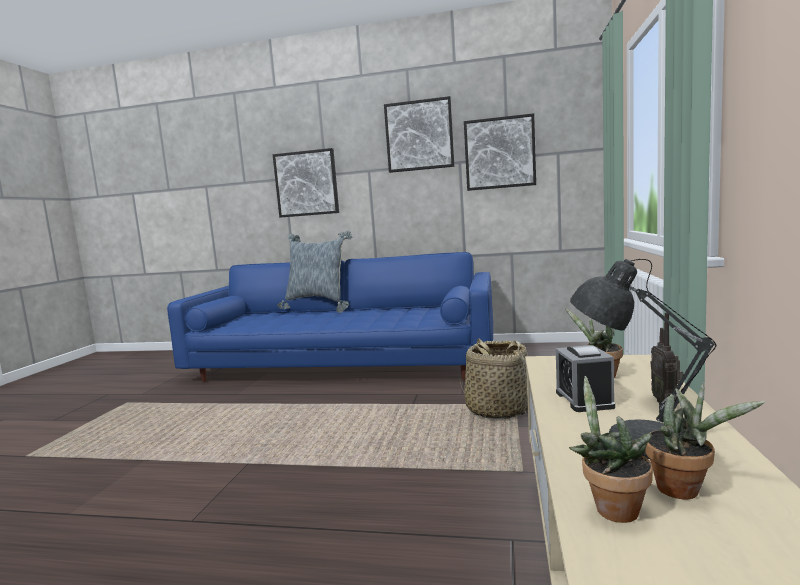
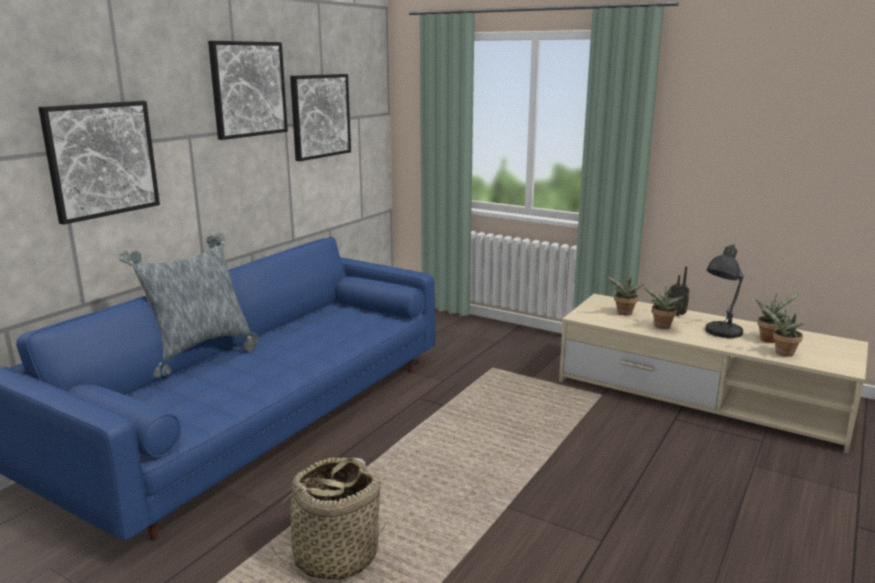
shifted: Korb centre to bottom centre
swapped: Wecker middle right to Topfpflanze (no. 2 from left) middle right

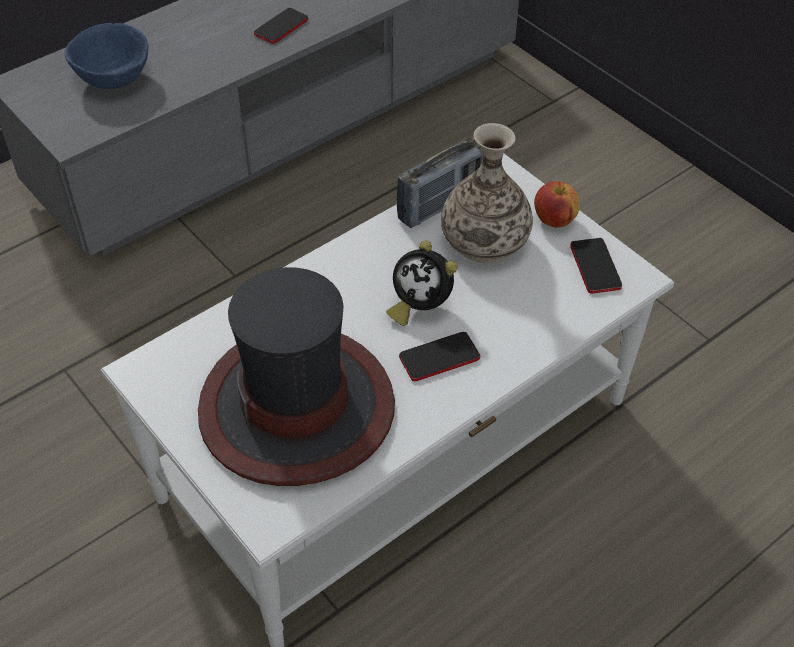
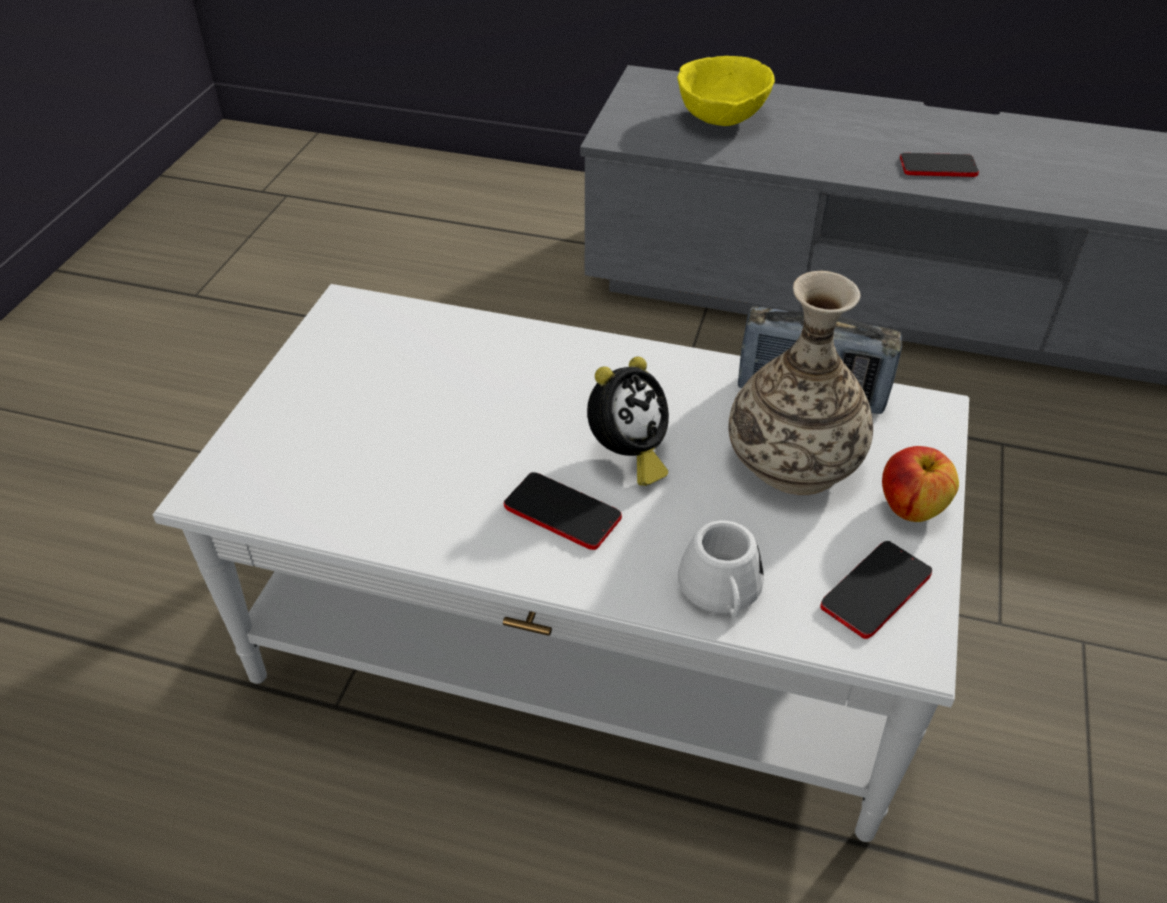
gone: Hut centre
new: Henkelbecher [weiß] centre
repainted: Schüssel [blau] top left to Schüssel [gelb] top centre
rotated: Wecker centre = centre 135 degrees counterclockwise

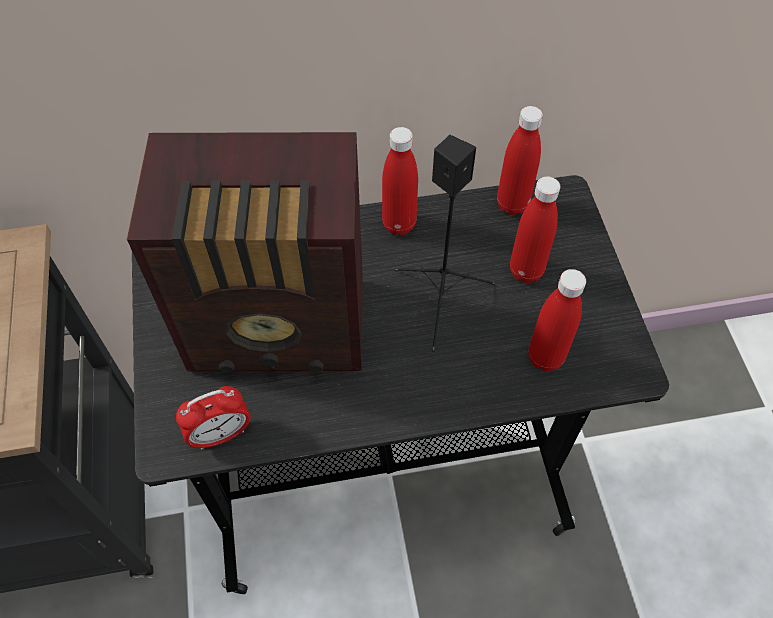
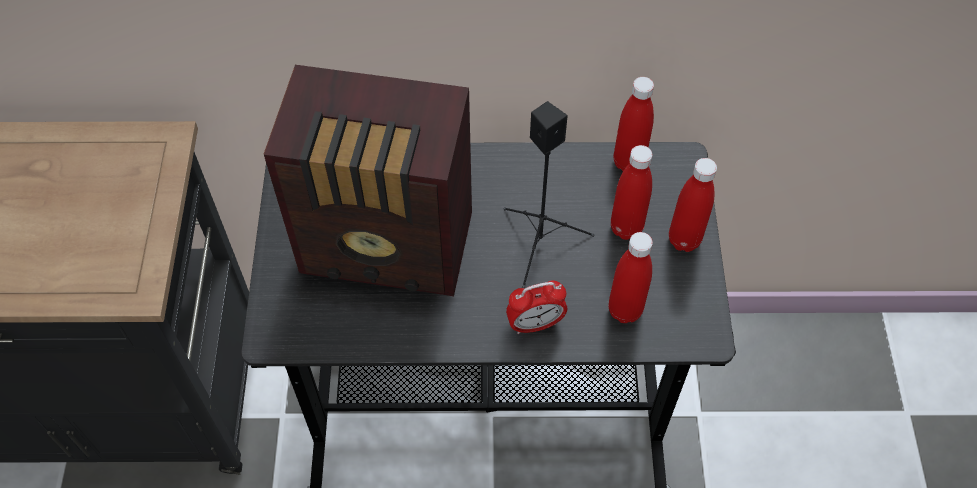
shifted: Wecker bottom left to centre; Flasche [rot] (no. 1 from left in the first image) top centre to Flasche [rot] (no. 4 from left) middle right

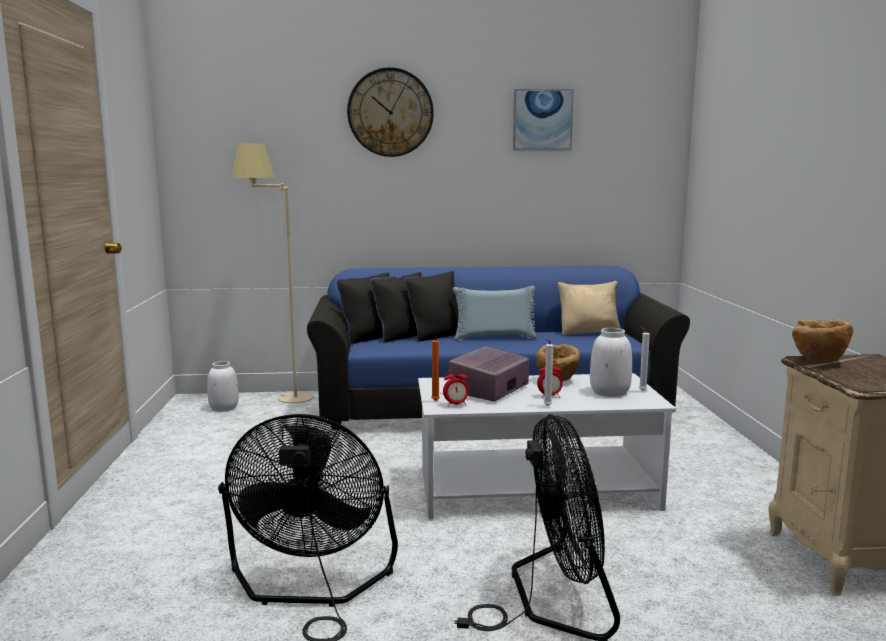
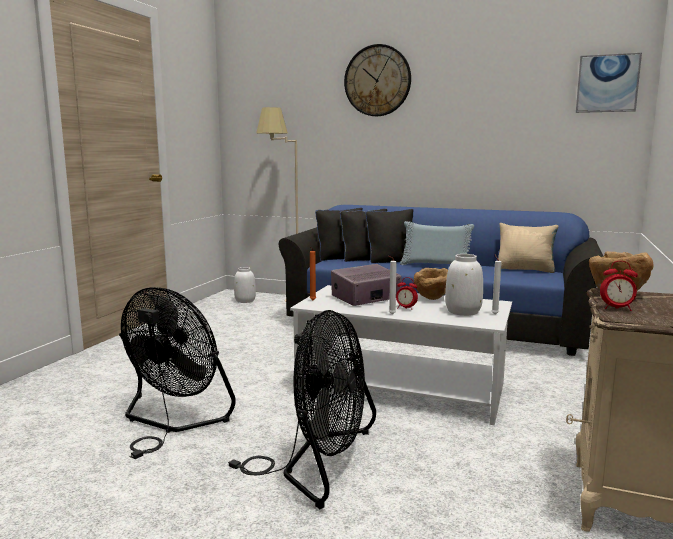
shifted: Bild top centre to top right; Wecker (no. 1 from left in the first image) centre to Wecker (no. 2 from left) middle right

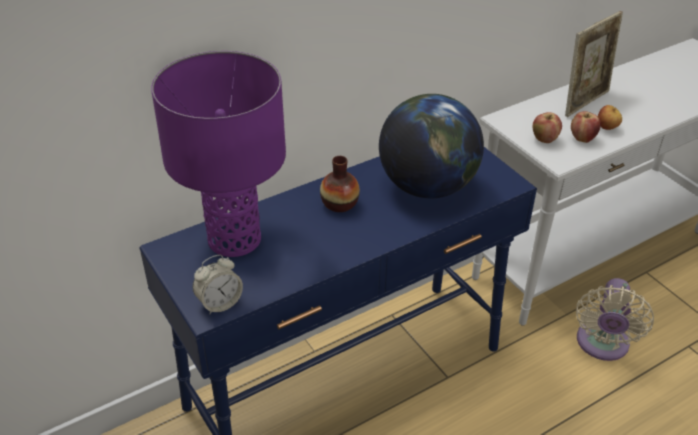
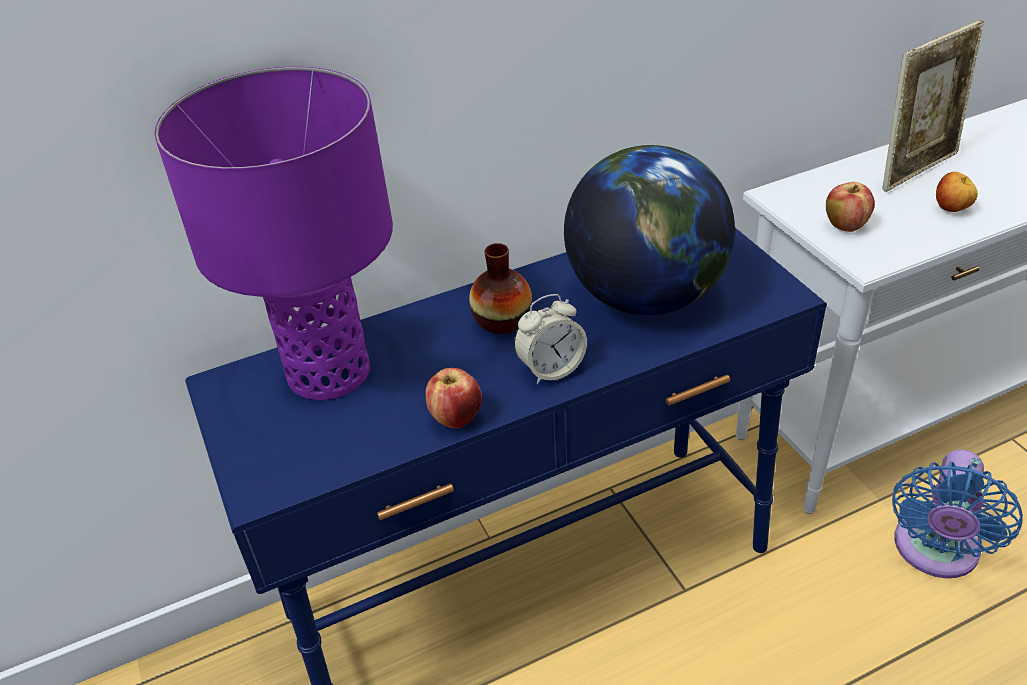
shifted: Apfel (no. 2 from left in the first image) top right to Apfel (no. 1 from left) centre; Wecker middle left to centre
repainted: Ventilator [beige] bottom right to Ventilator [blau] bottom right

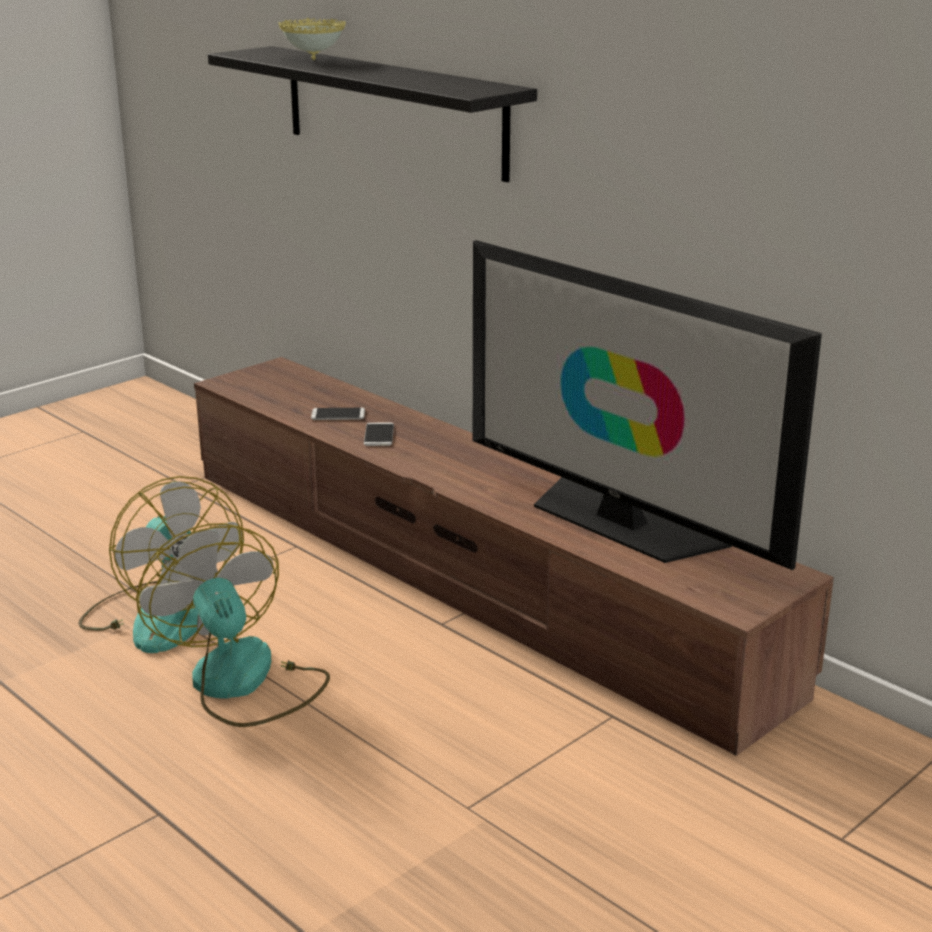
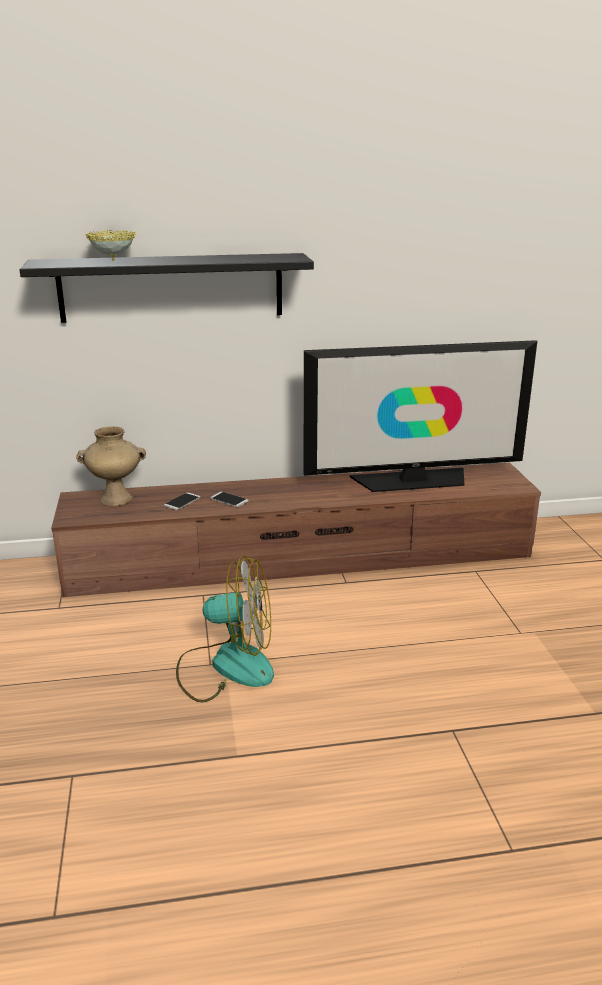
gone: Ventilator (no. 2 from left) bottom left
new: Vase [beige] middle left

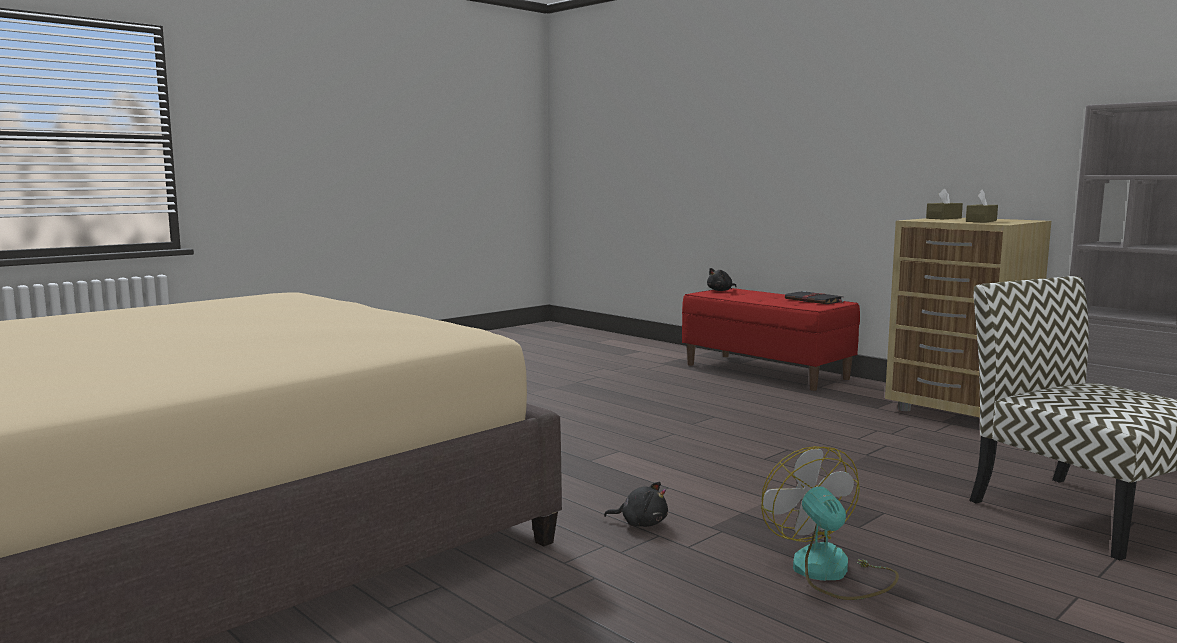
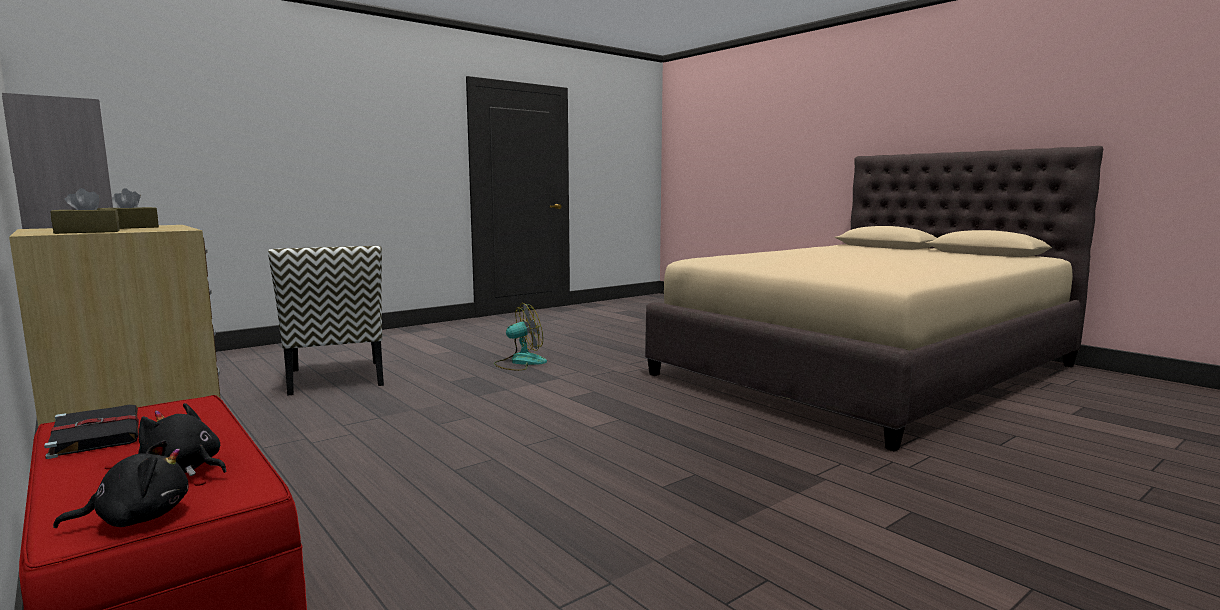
shifted: Plüschtier [schwarz] (no. 1 from left in the first image) bottom centre to Plüschtier [schwarz] (no. 2 from left) bottom left
rotated: Ventilator bottom right = centre 105 degrees counterclockwise

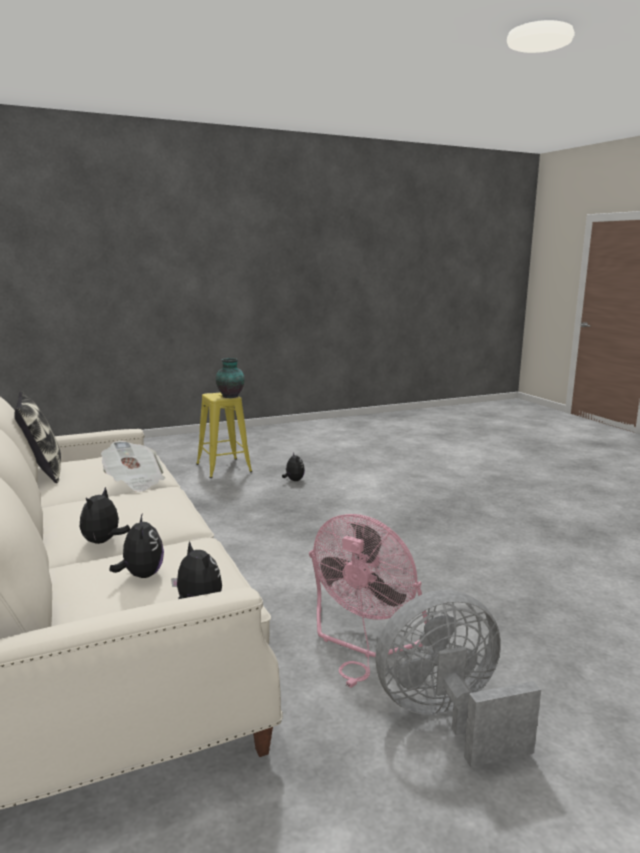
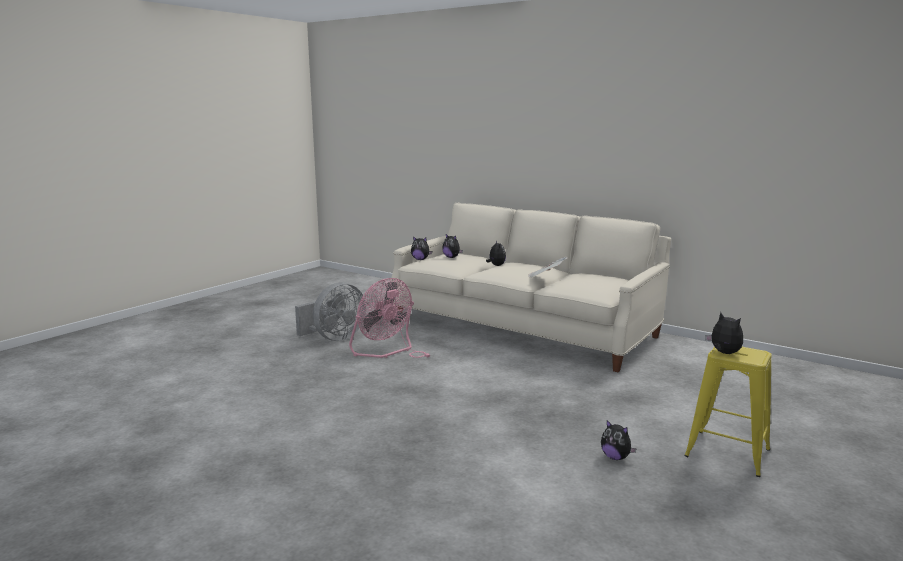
gone: Kissen middle left
swapped: Vase centre to Plüschtier (no. 5 from left) middle right
rotated: Ventilator [rosa] bottom centre = centre 135 degrees clockwise

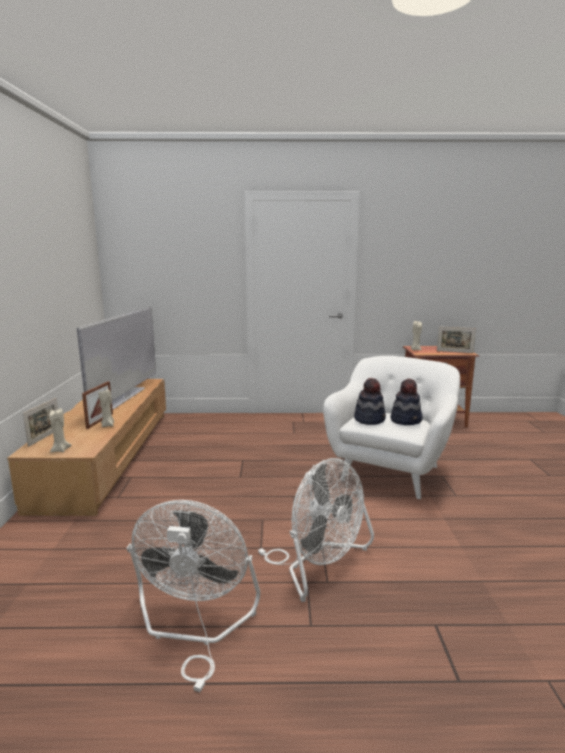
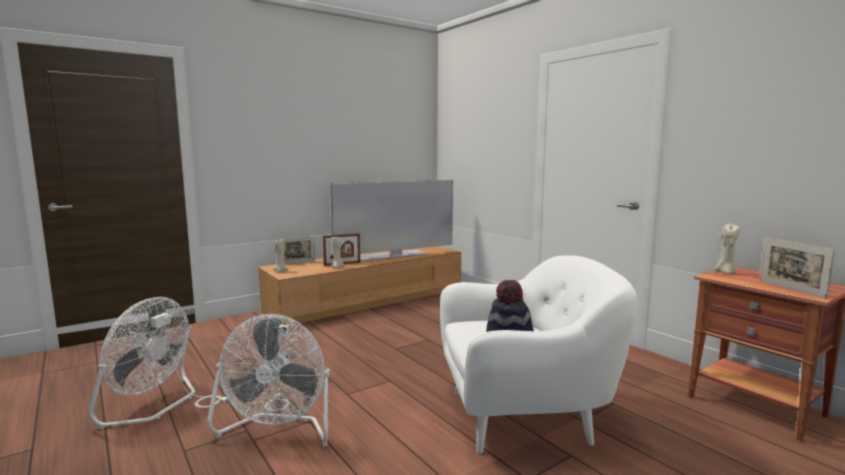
gone: Hut (no. 1 from left) centre
rotated: Ventilator [weiß] (no. 1 from left) bottom centre = bottom left 135 degrees counterclockwise

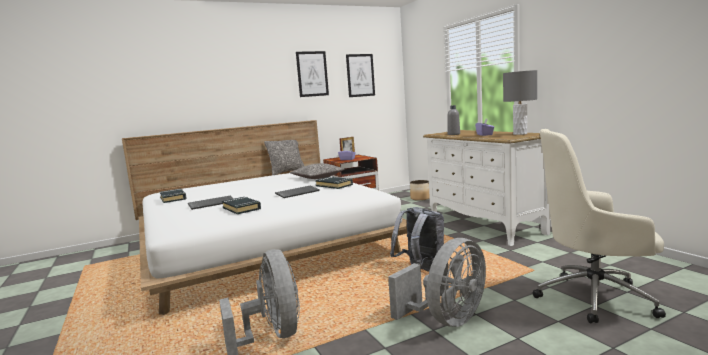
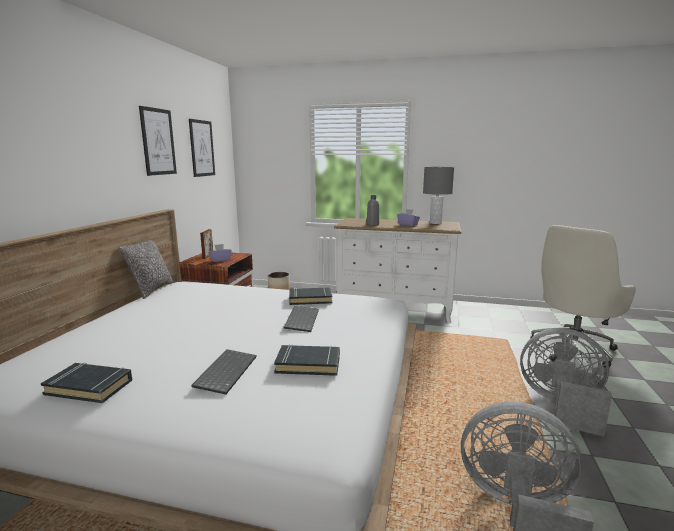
gone: Kissen (no. 2 from left) centre; Rucksack [grau] bottom centre
rotated: Ventilator [grau] (no. 2 from left) bottom centre = bottom right 60 degrees counterclockwise

